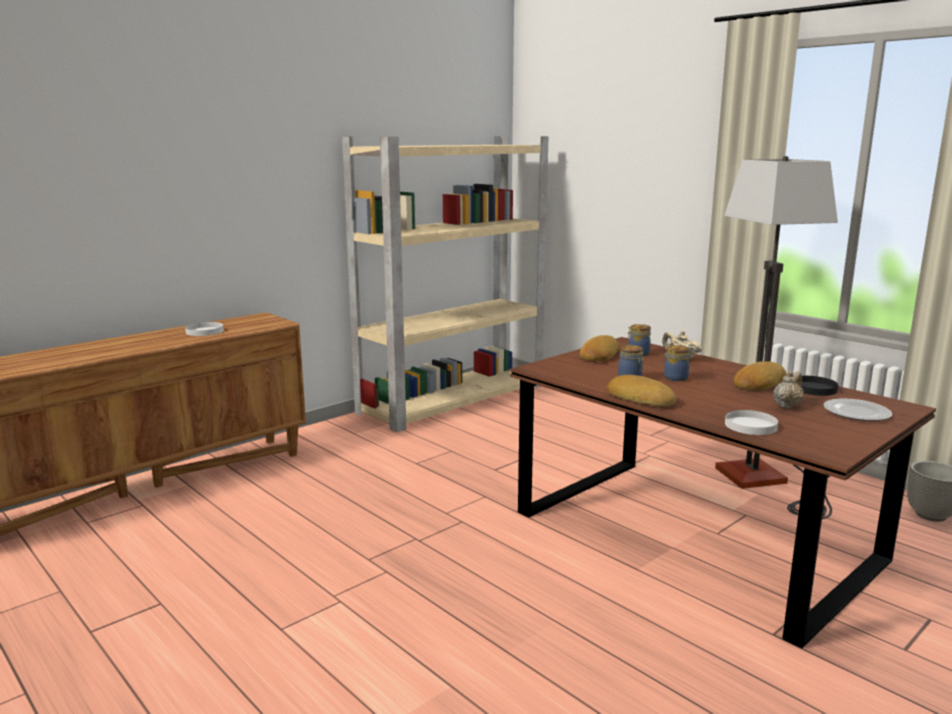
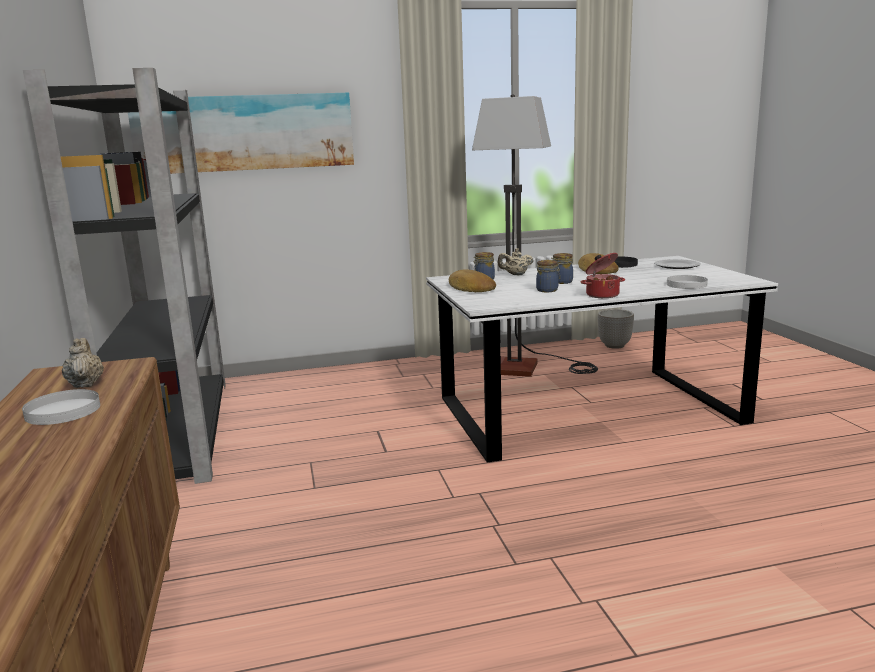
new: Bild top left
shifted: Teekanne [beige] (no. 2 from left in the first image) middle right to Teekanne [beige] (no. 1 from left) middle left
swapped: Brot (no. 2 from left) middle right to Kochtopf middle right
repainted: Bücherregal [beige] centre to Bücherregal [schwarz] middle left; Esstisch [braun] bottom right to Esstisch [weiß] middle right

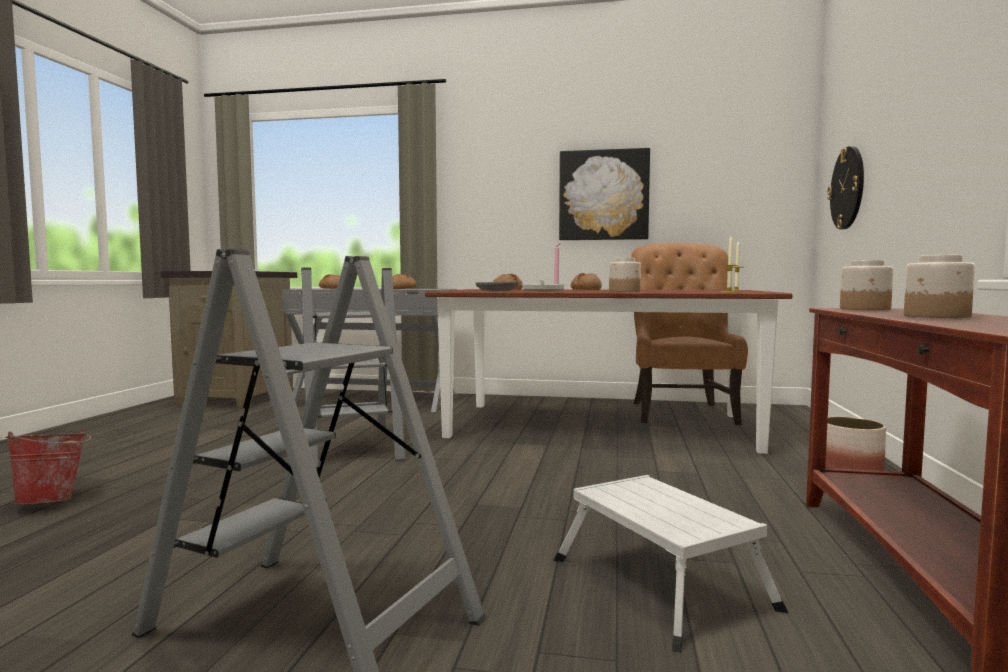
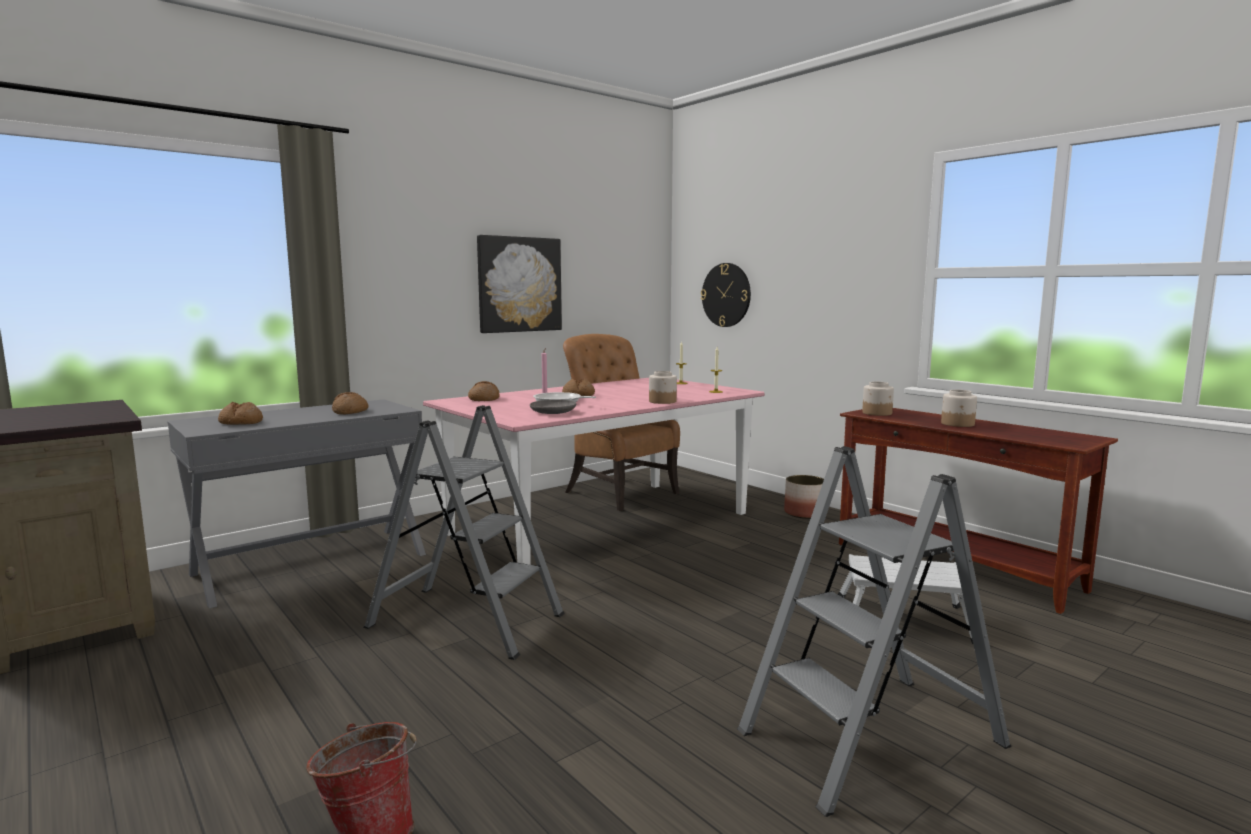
repainted: Esstisch [braun] centre to Esstisch [rosa] centre

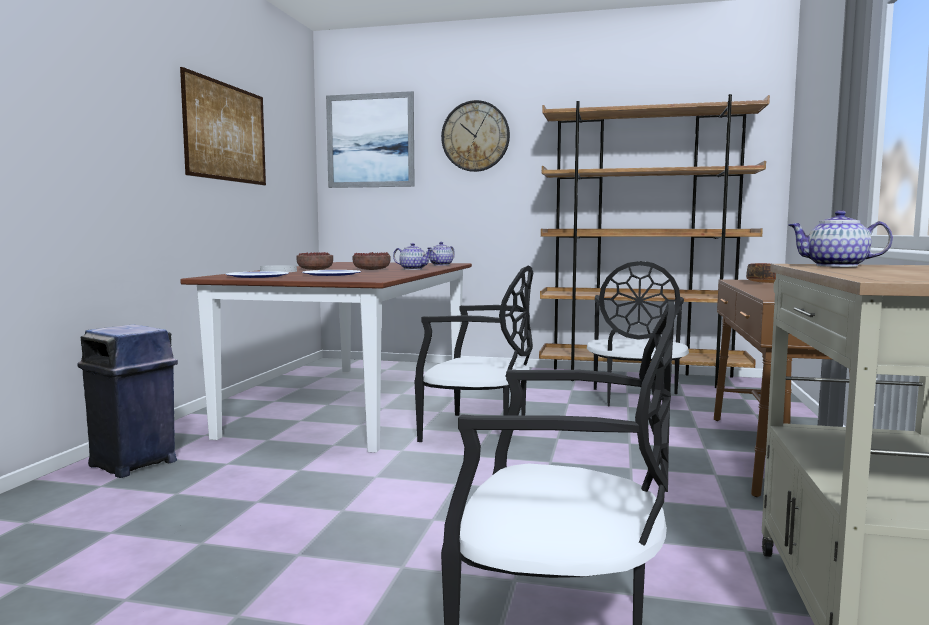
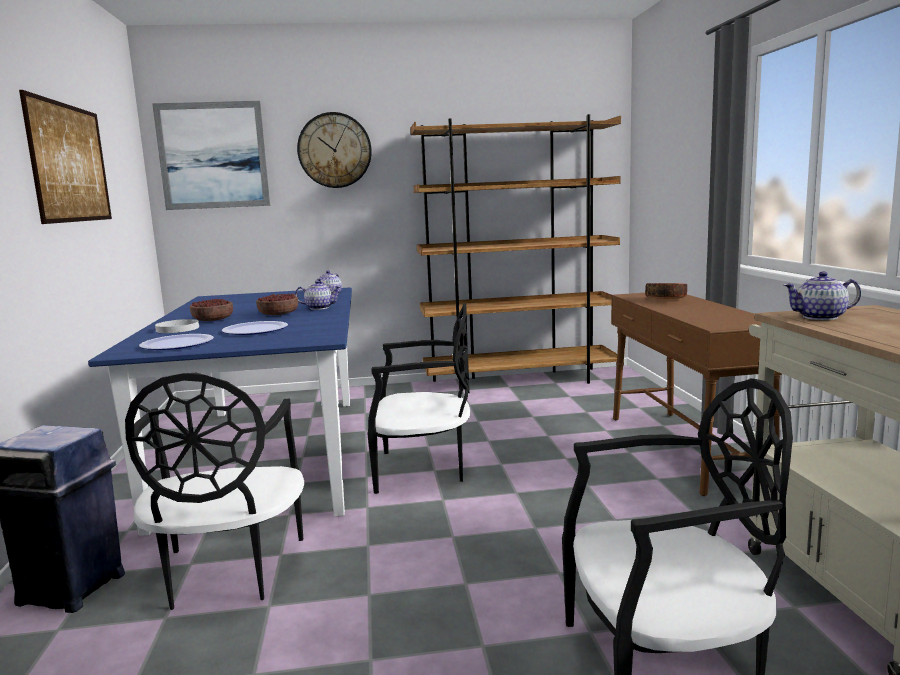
shifted: Stuhl [schwarz] (no. 3 from left in the first image) middle right to Stuhl [schwarz] (no. 1 from left) bottom left
repainted: Esstisch [braun] centre to Esstisch [blau] middle left

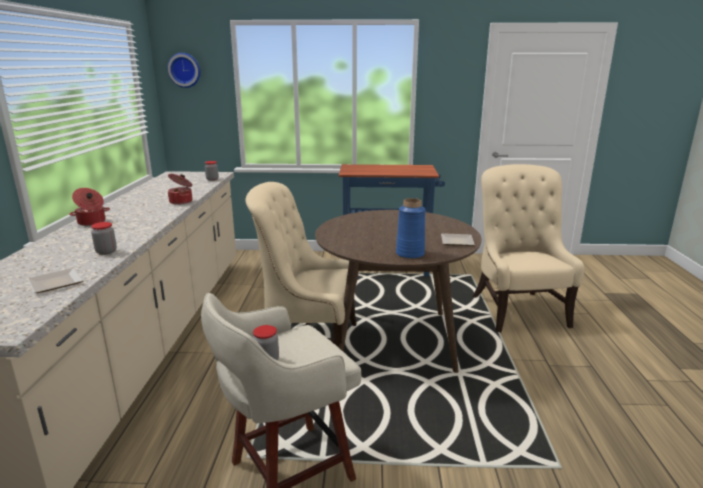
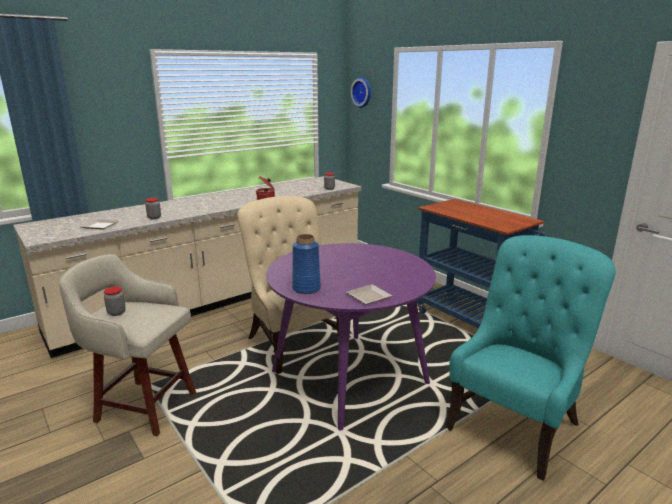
gone: Kochtopf (no. 1 from left) middle left
repainted: Esstisch [braun] centre to Esstisch [lila] bottom centre; Stuhl [beige] (no. 2 from left) middle right to Stuhl [türkis] bottom right

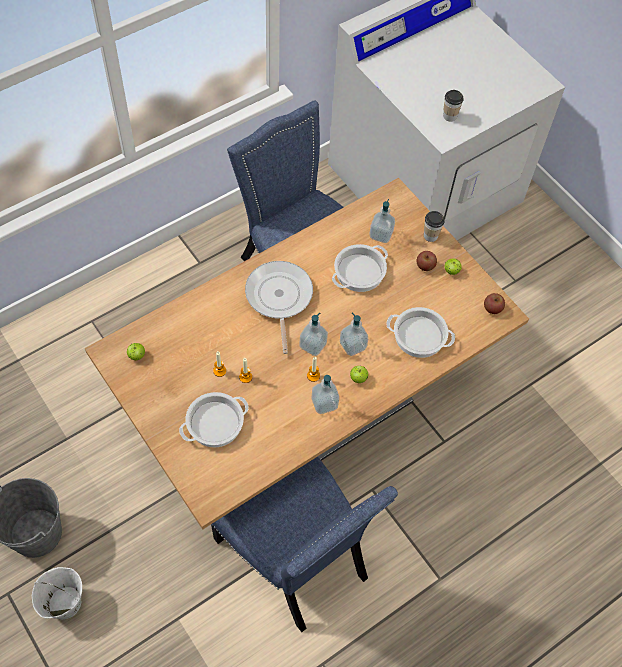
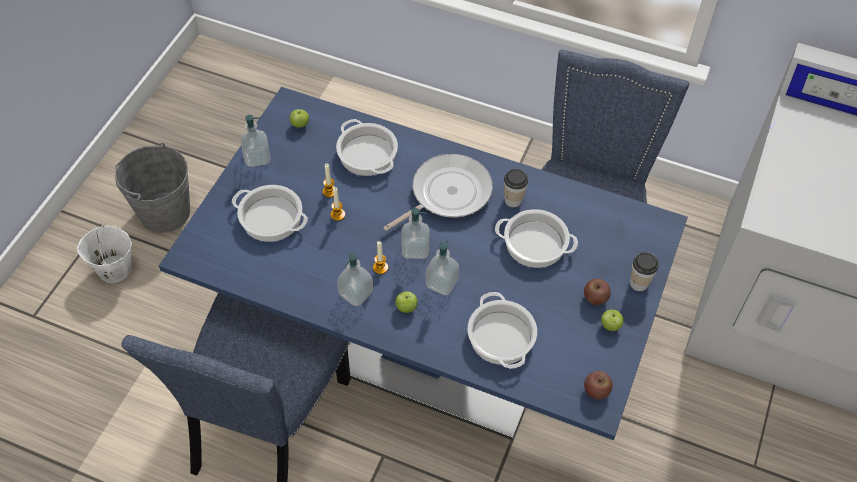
new: Kochtopf (no. 2 from left) top centre
shifted: Seifenspender (no. 4 from left in the first image) top centre to Seifenspender (no. 1 from left) top left; Tasse (no. 2 from left in the first image) top right to Tasse (no. 1 from left) centre
repainted: Esstisch [braun] centre to Esstisch [blau] centre

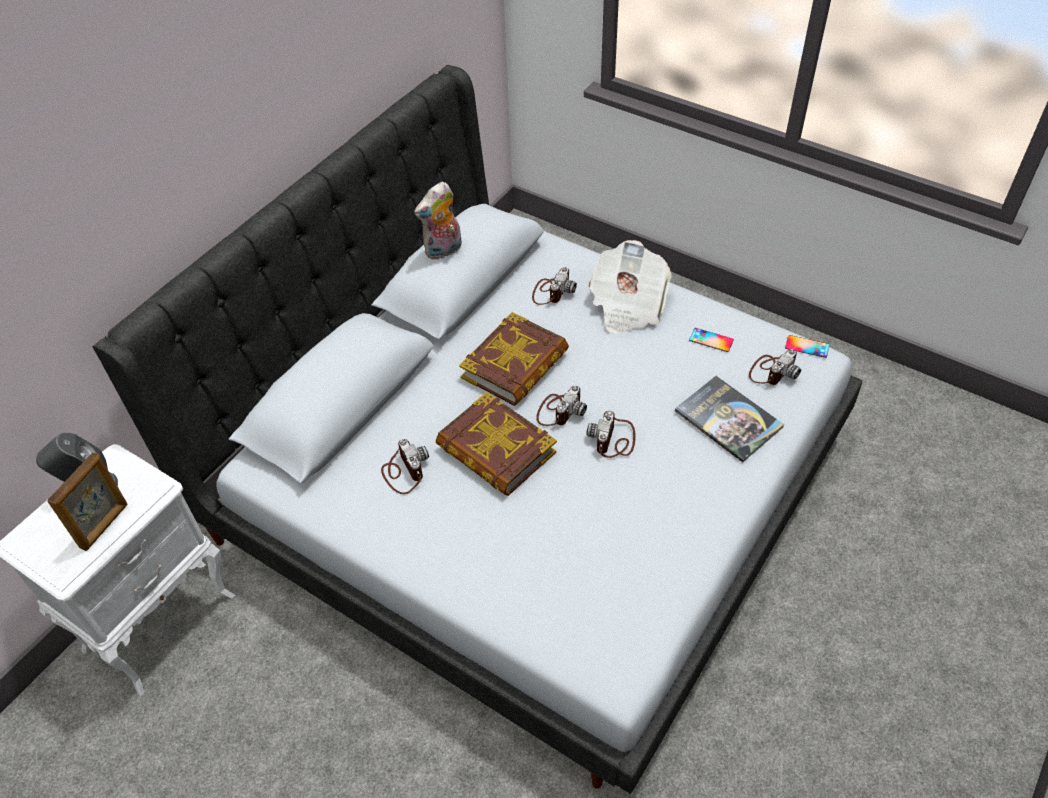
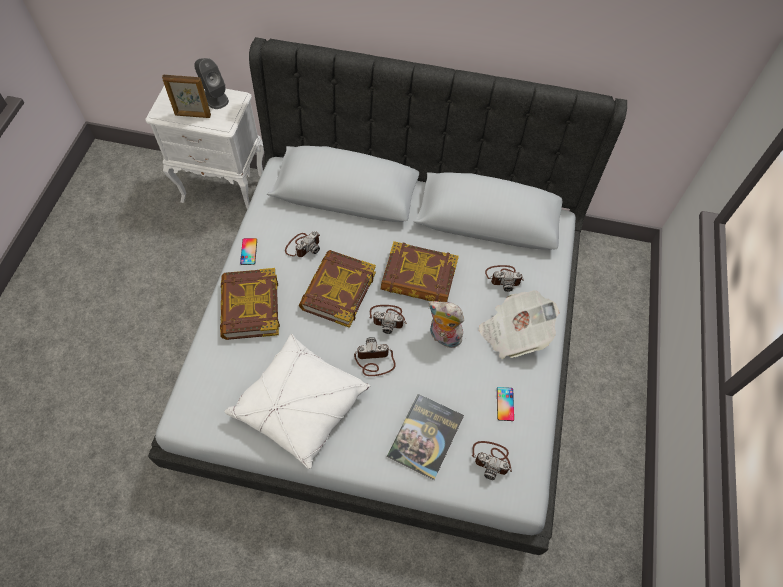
new: Buch (no. 1 from left) middle left; Kissen [weiß] bottom centre
shifted: Handy (no. 2 from left in the first image) middle right to Handy (no. 1 from left) middle left; Plüschtier top centre to centre

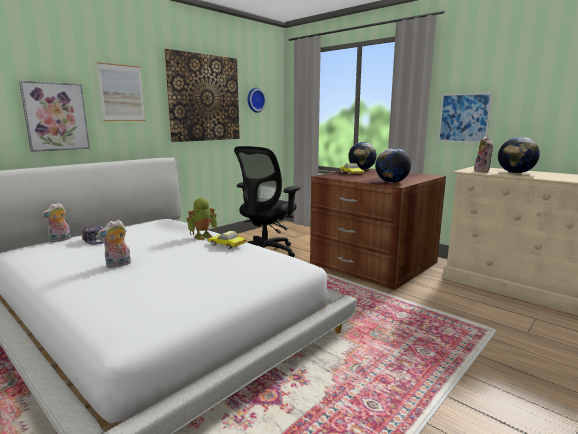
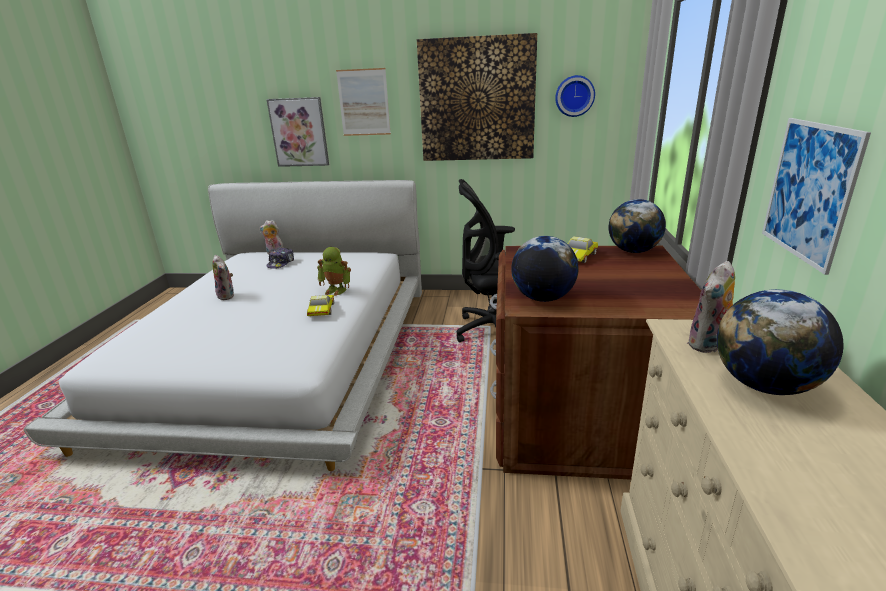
rotated: Plüschtier (no. 2 from left in the first image) middle left = middle left 150 degrees counterclockwise

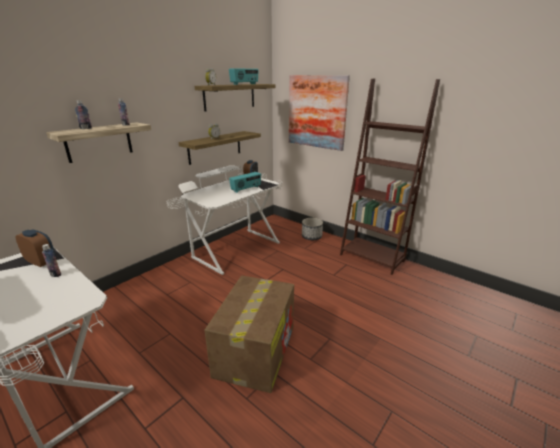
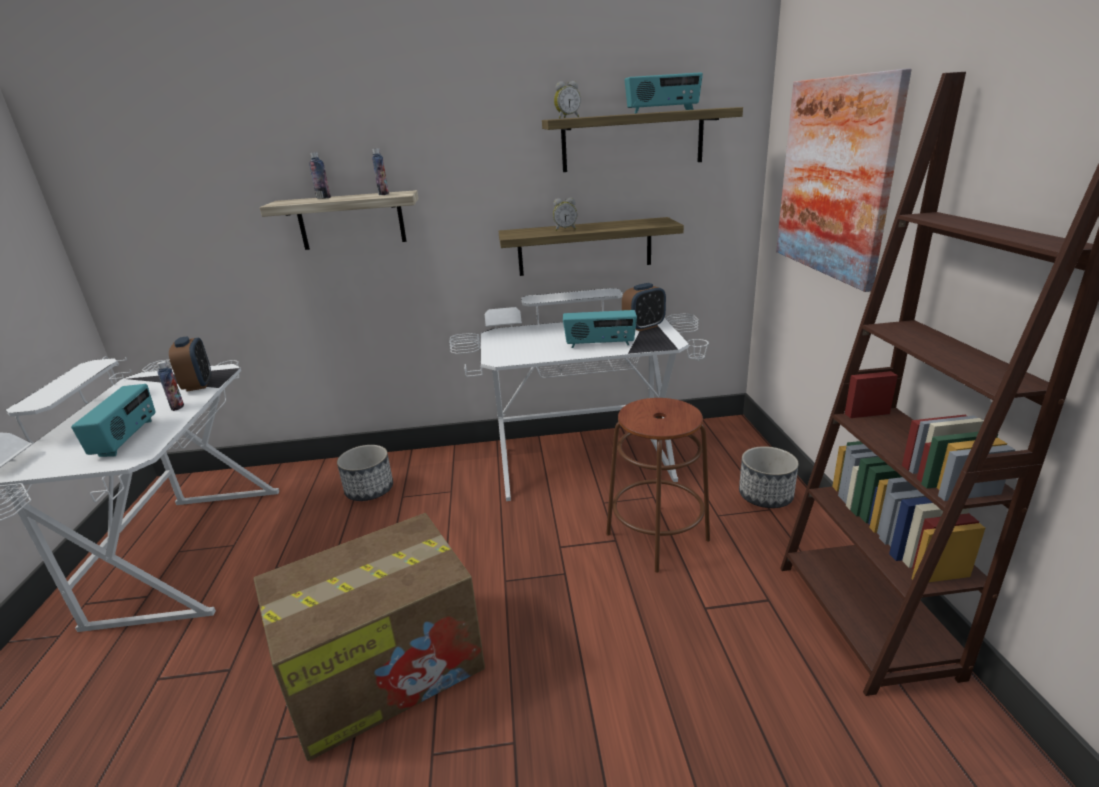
new: Radio (no. 1 from left) middle left; Pflanzkübel (no. 1 from left) middle left; Hocker [braun] centre

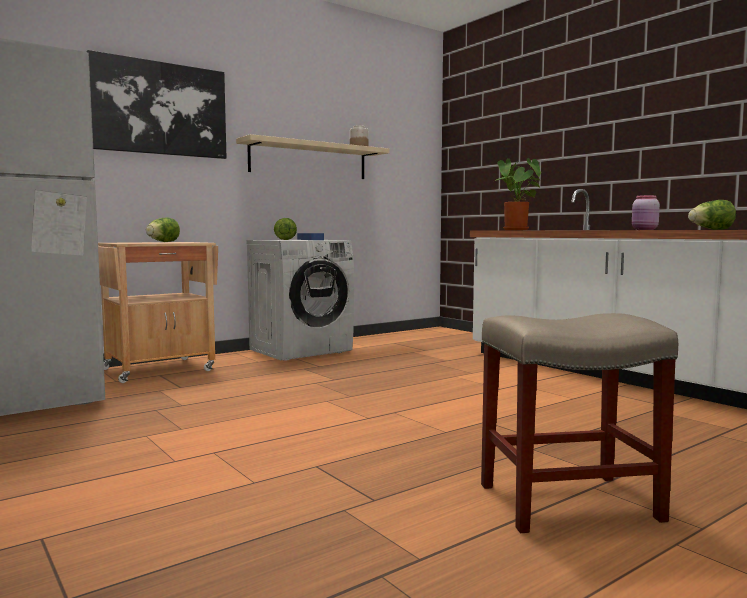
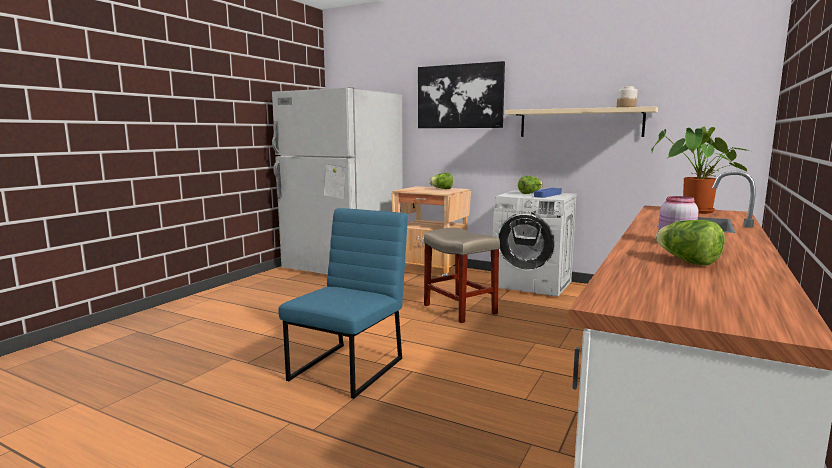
new: Stuhl [blau] centre
shifted: Hocker [beige] bottom right to centre

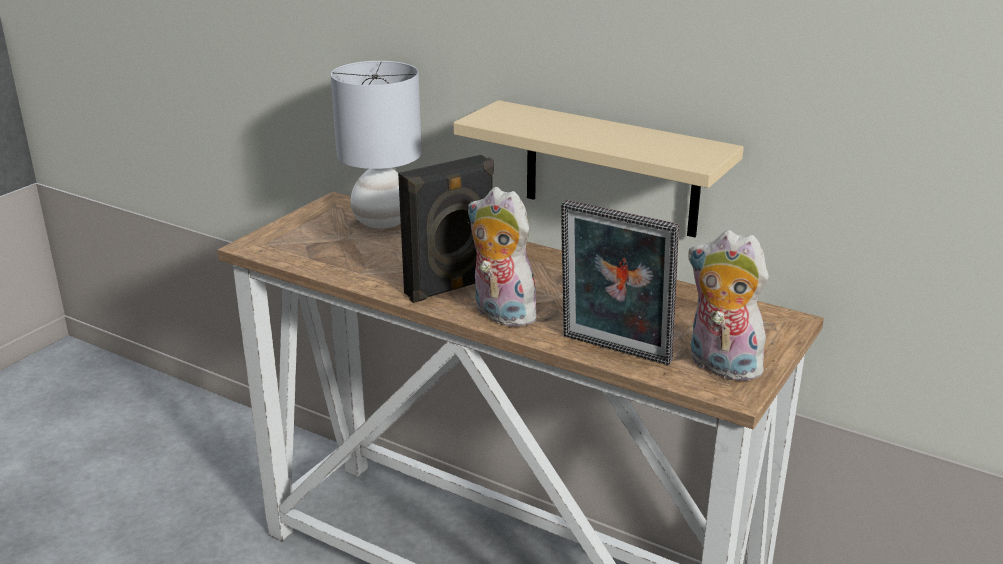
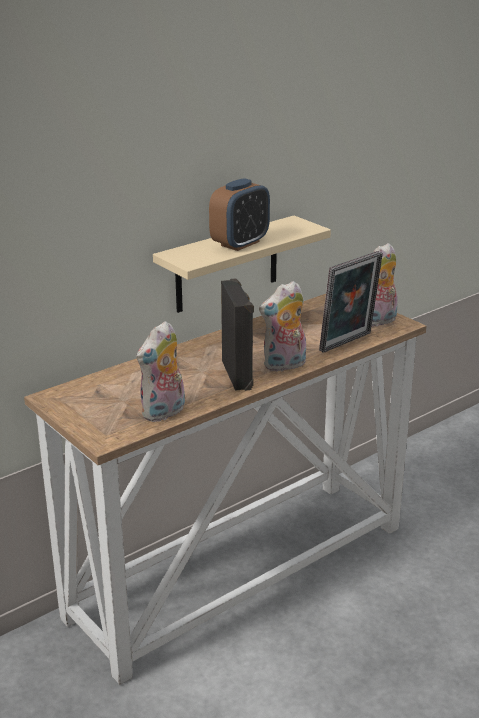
gone: Tischlampe [grau] top centre
new: Plüschtier (no. 1 from left) centre; Wecker top centre

